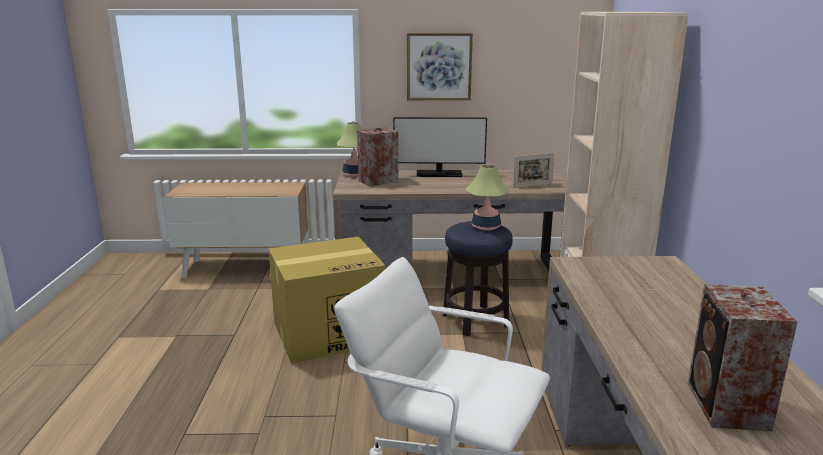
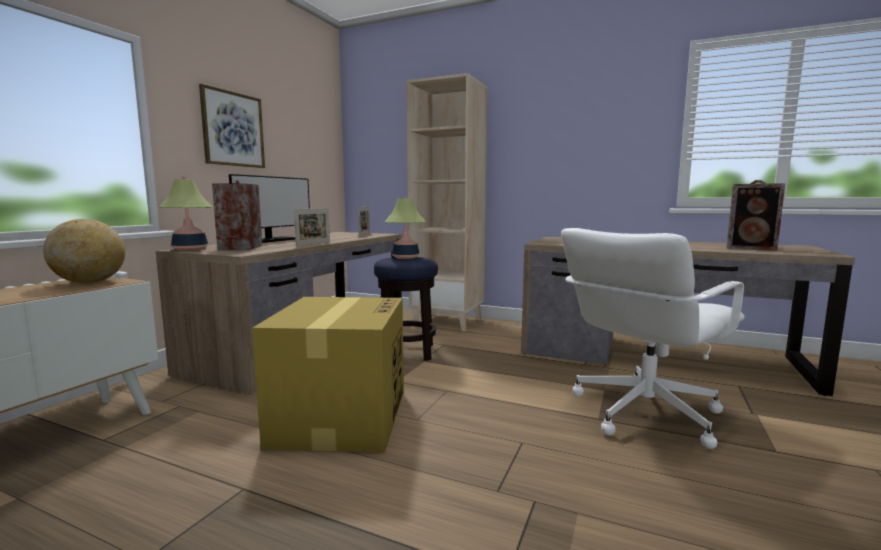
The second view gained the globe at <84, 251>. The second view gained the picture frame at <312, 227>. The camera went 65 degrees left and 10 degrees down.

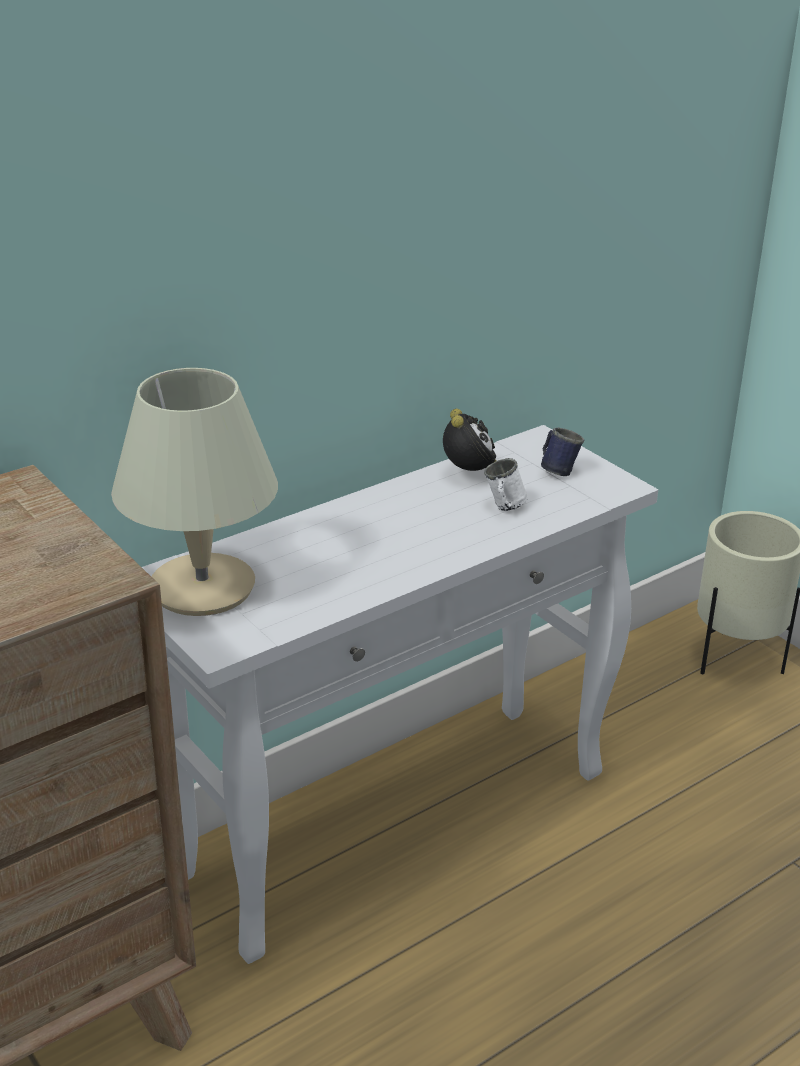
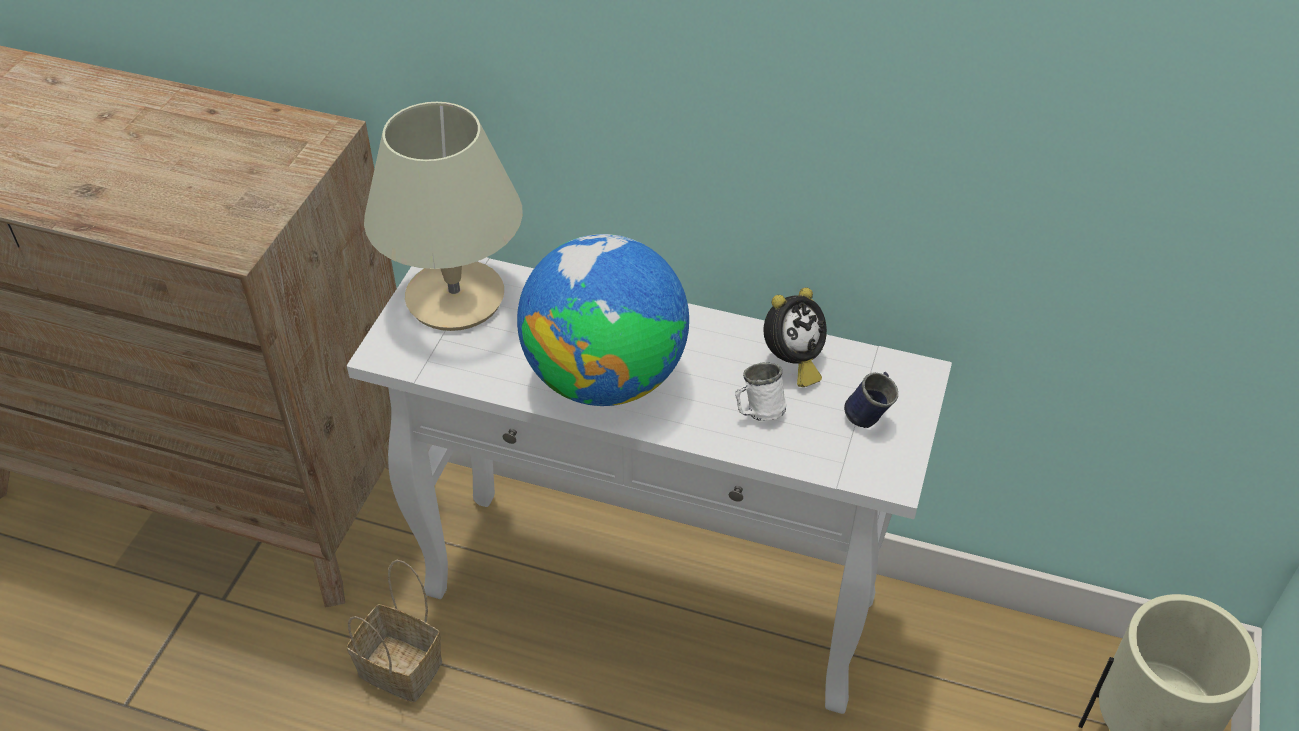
The second view gained the basket at <394, 631>. The second view gained the globe at <603, 320>. The camera went 55 degrees right and 15 degrees up.

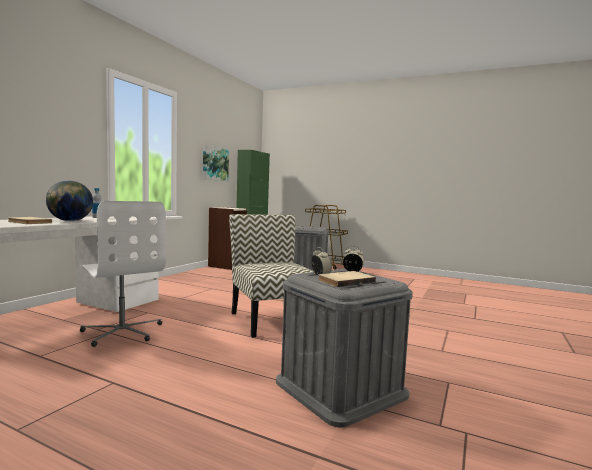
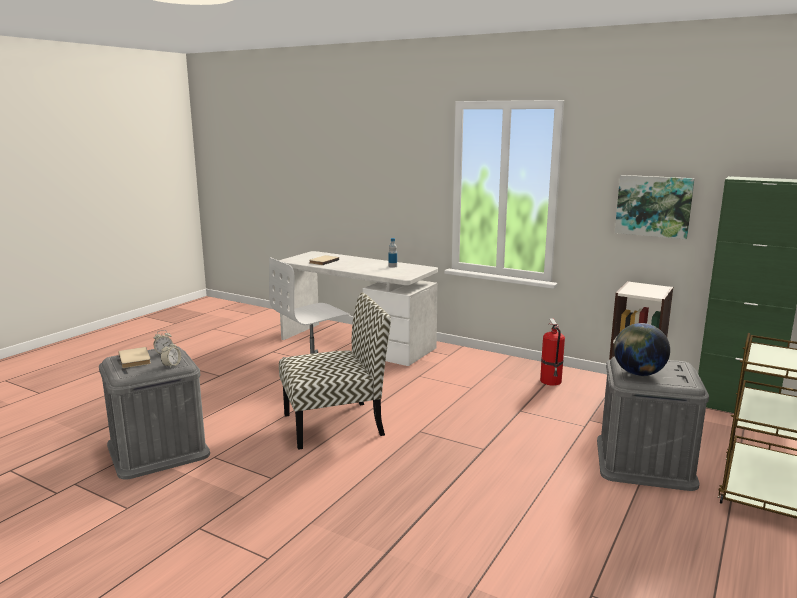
The second view gained the fire extinguisher at <552, 352>. The globe ended up elsewhere, having gone from <69, 201> to <642, 349>. The camera went 95 degrees right and 10 degrees up.

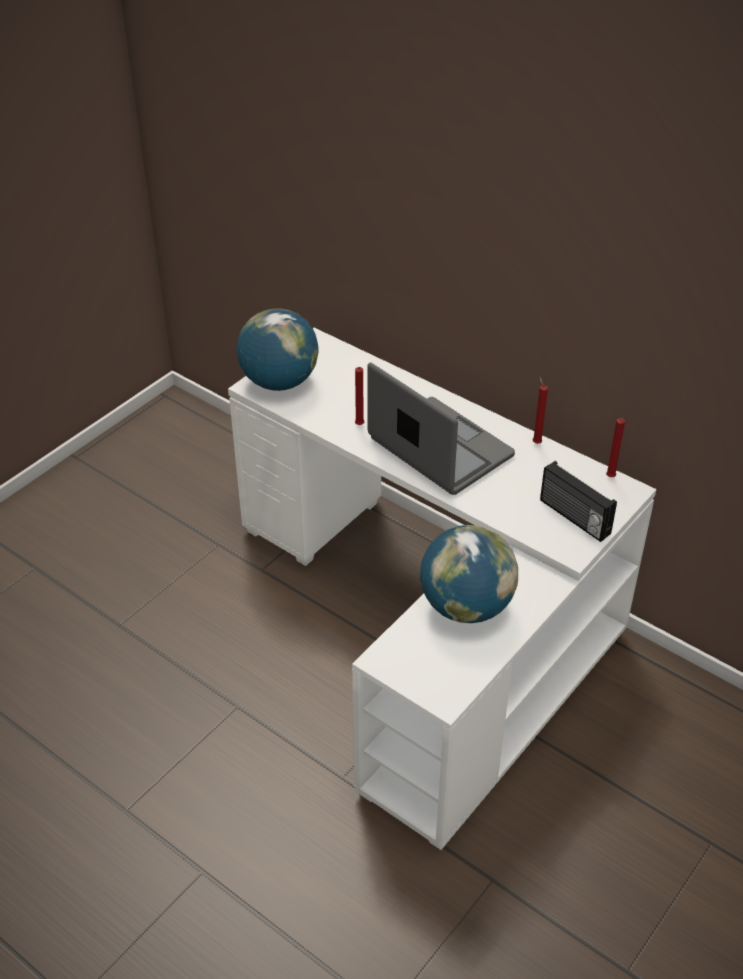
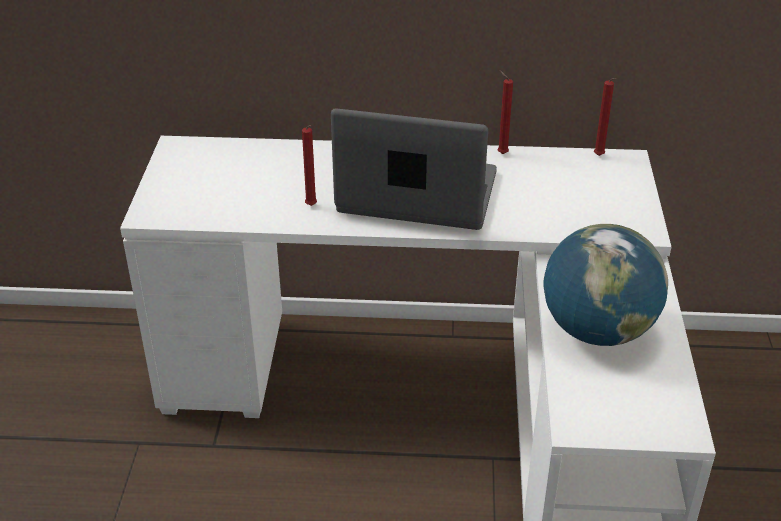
The second view lost the globe at <278, 349>. The second view lost the radio at <578, 501>. The camera went 35 degrees left and 5 degrees down.

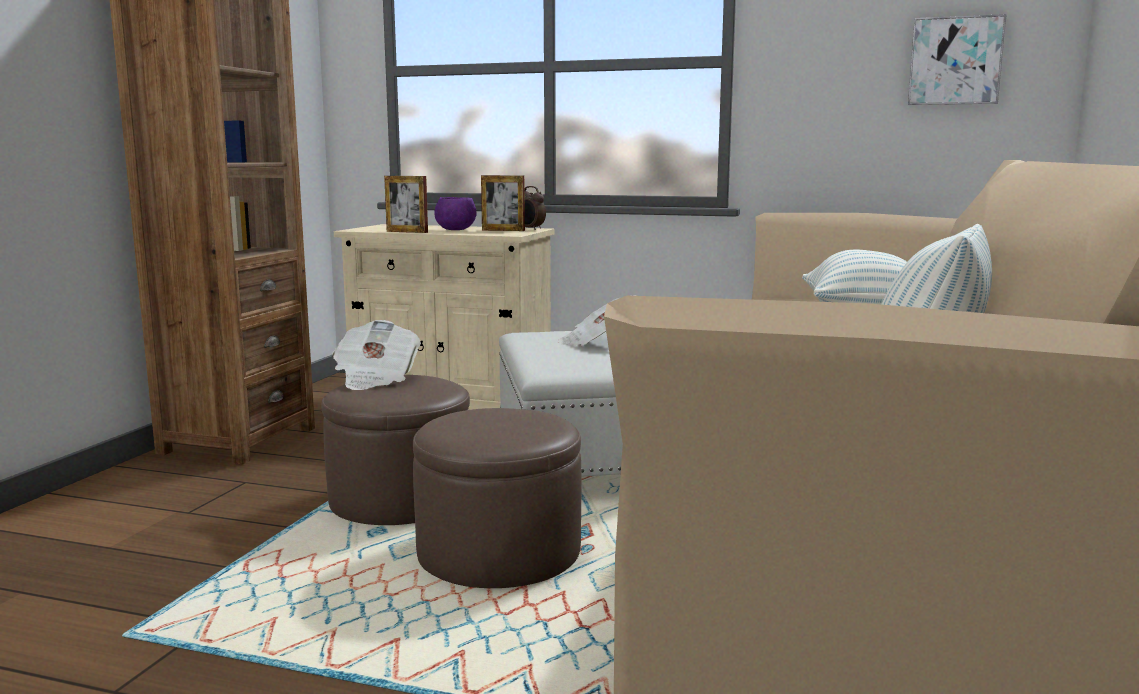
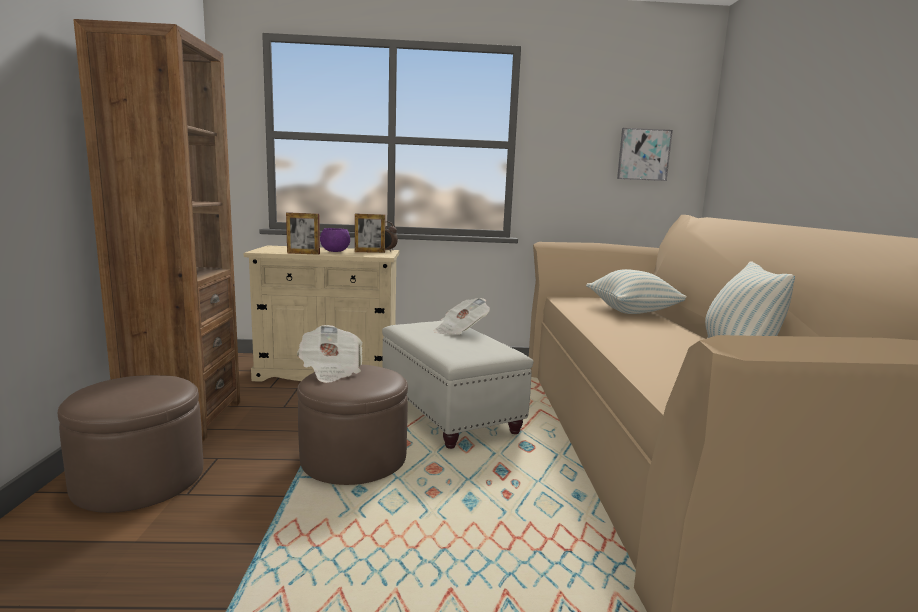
The brown ottoman ended up elsewhere, having gone from <497, 498> to <130, 444>. The camera went 20 degrees left and 0 degrees up.

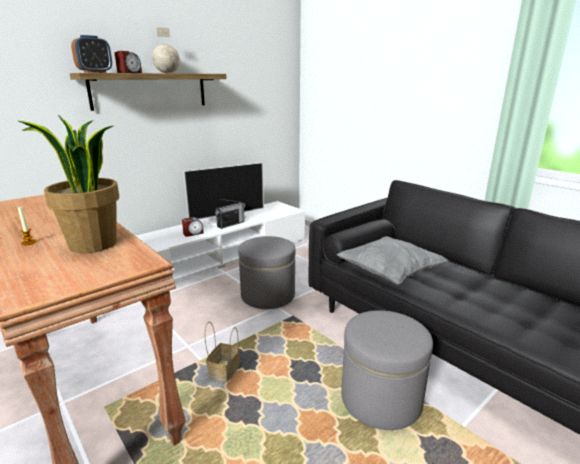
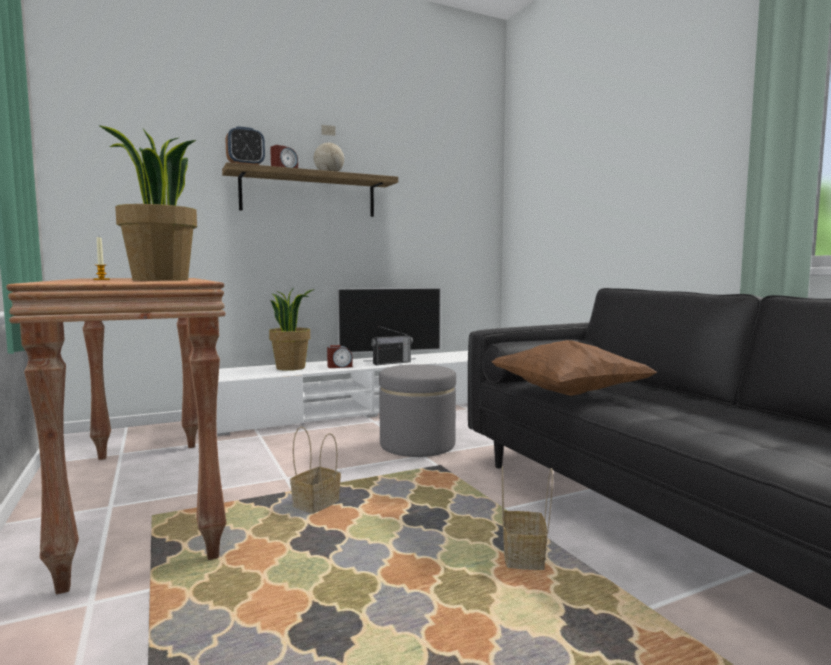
The second view gained the potted plant at <291, 330>. Where the grey ottoman stood at <387, 370>, the basket came to stand at <527, 518>. What was the grey pillow at <392, 260> turned into the brown pillow at <574, 368>. The camera went 15 degrees right and 15 degrees down.

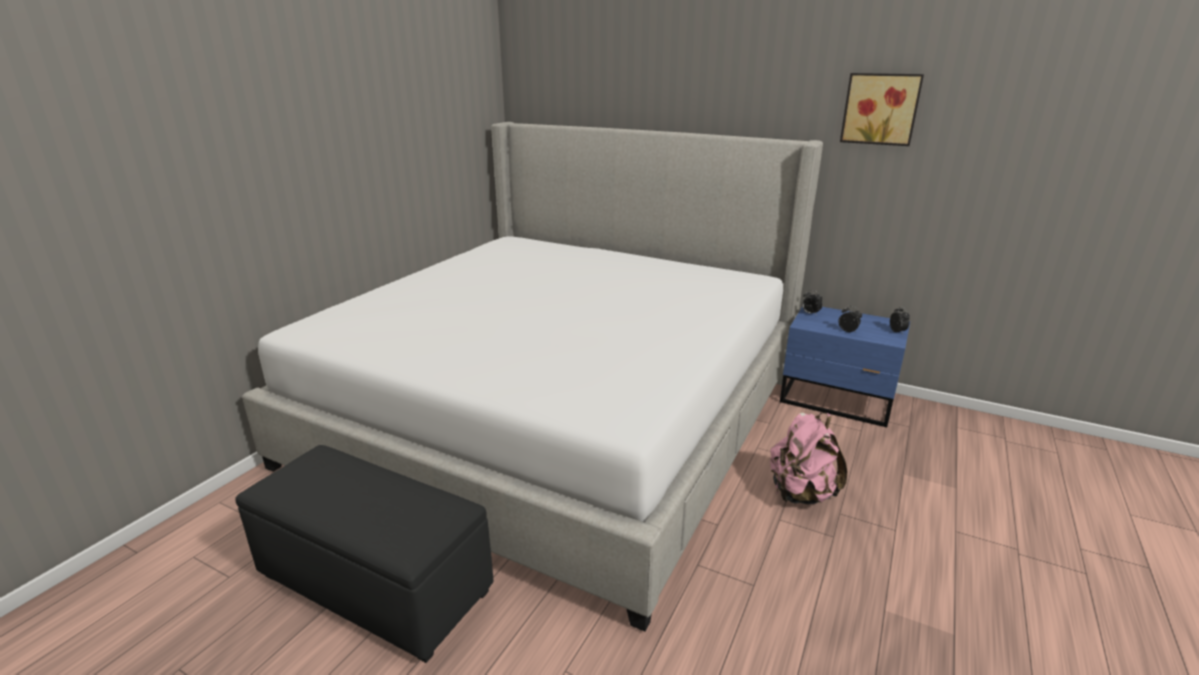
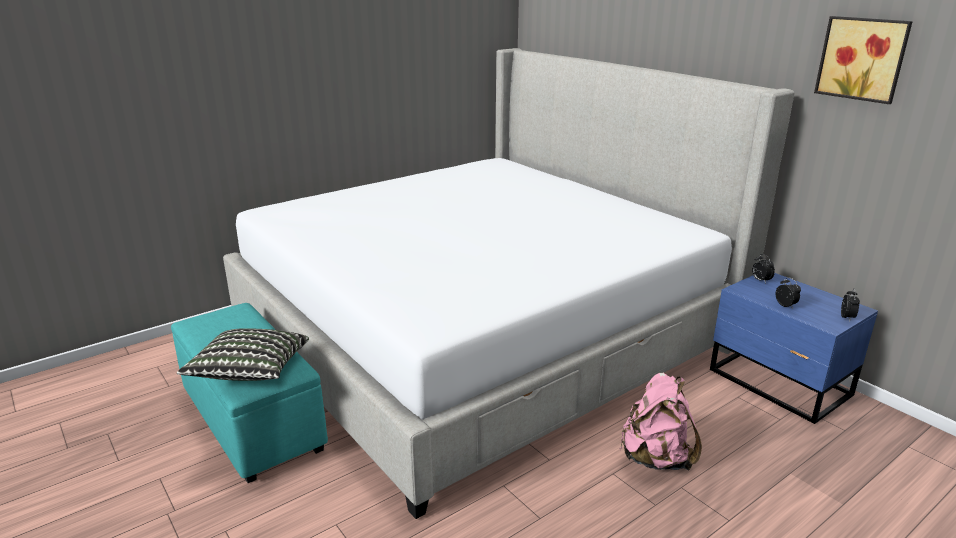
The second view gained the pillow at <243, 354>. What was the black ottoman at <364, 554> turned into the turquoise ottoman at <249, 393>. The camera went 25 degrees right and 0 degrees up.

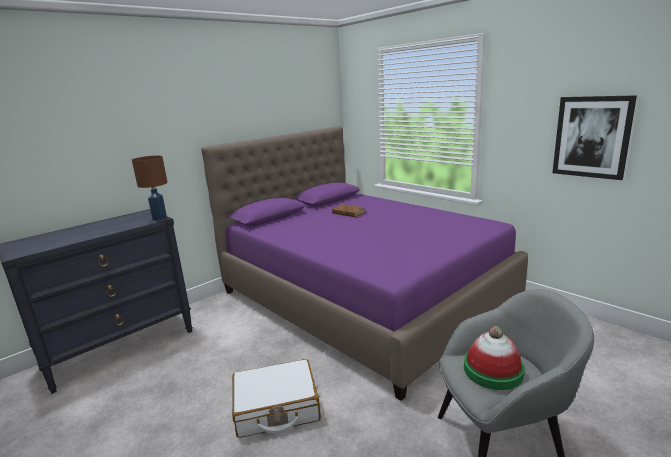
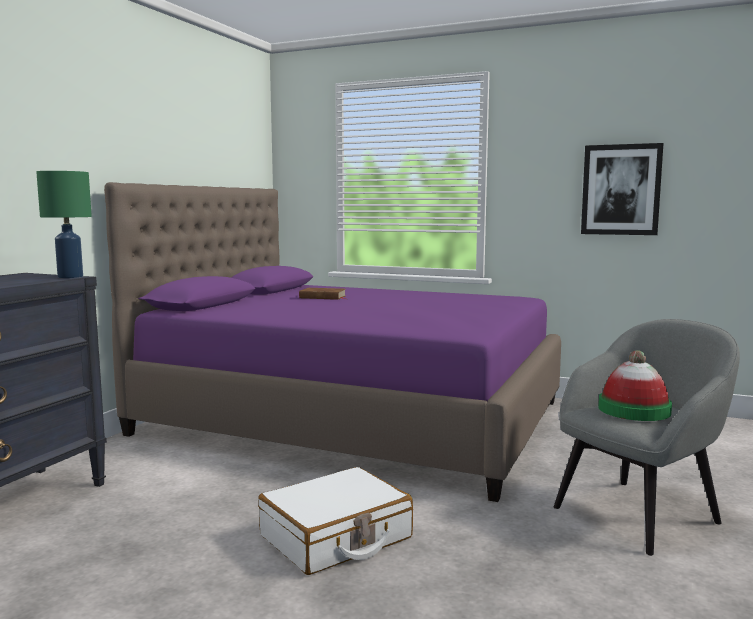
What was the brown table lamp at <150, 188> turned into the green table lamp at <64, 224>. The camera went 25 degrees left and 10 degrees down.

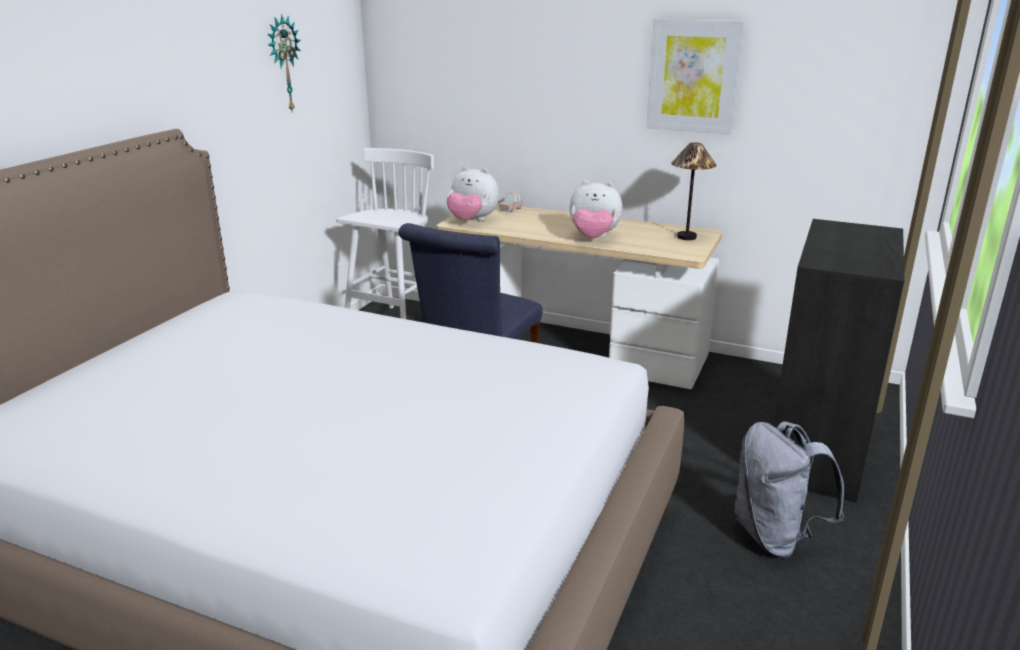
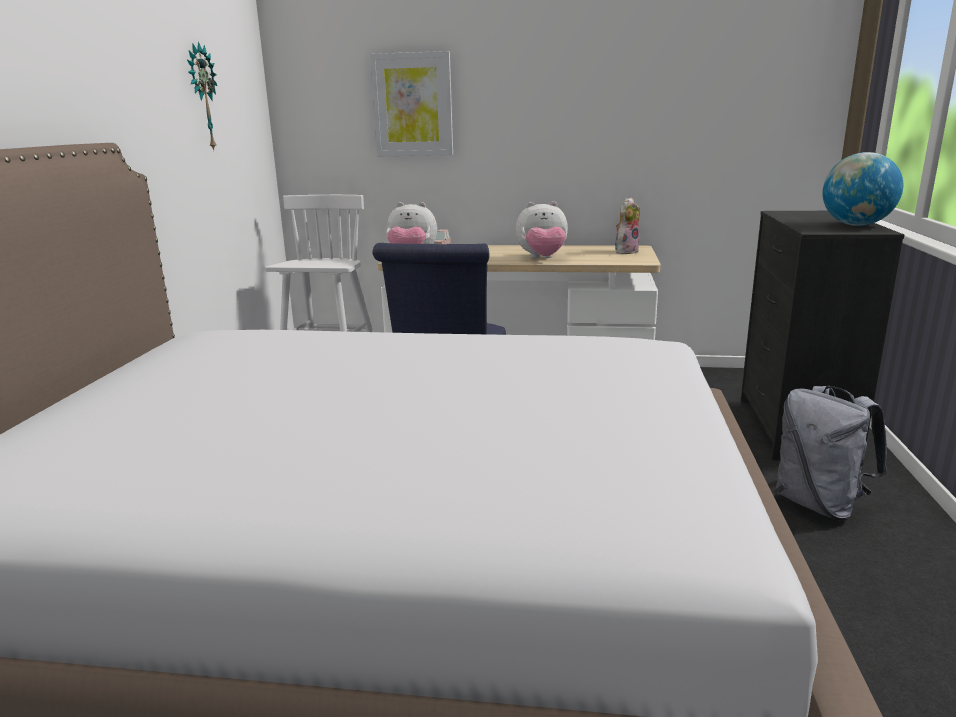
The second view gained the globe at <862, 189>. The picture ended up elsewhere, having gone from <695, 77> to <411, 103>. Where the table lamp stood at <694, 191>, the plush toy came to stand at <627, 226>. The camera went 15 degrees left and 5 degrees down.

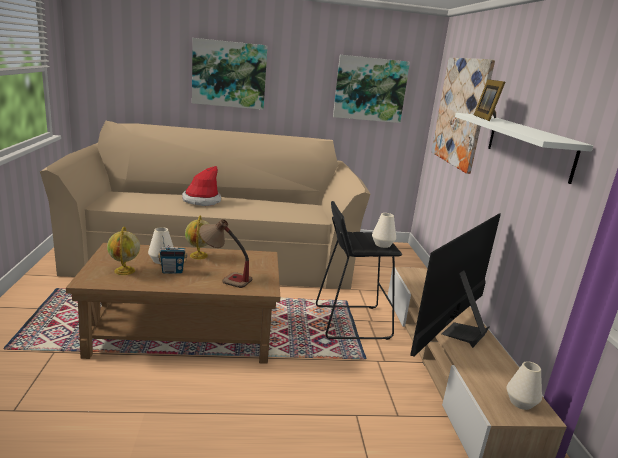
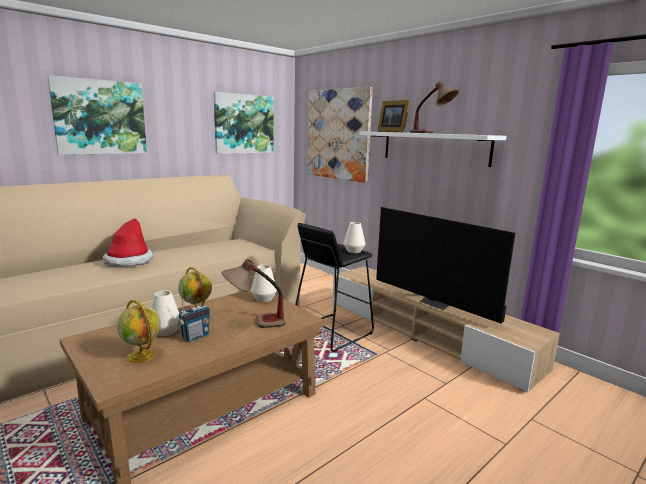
The second view gained the table lamp at <434, 107>. The white vase ended up elsewhere, having gone from <524, 385> to <264, 283>. The television at <455, 285> ended up facing another way, 45 degrees counterclockwise from before. The camera went 35 degrees left and 5 degrees down.

